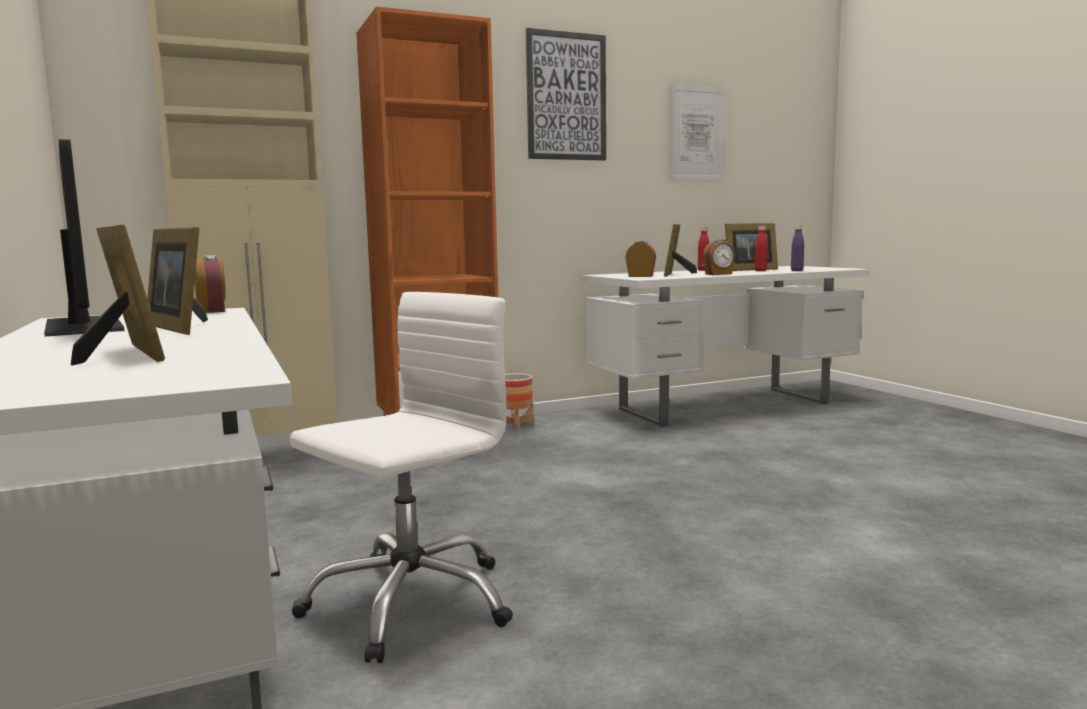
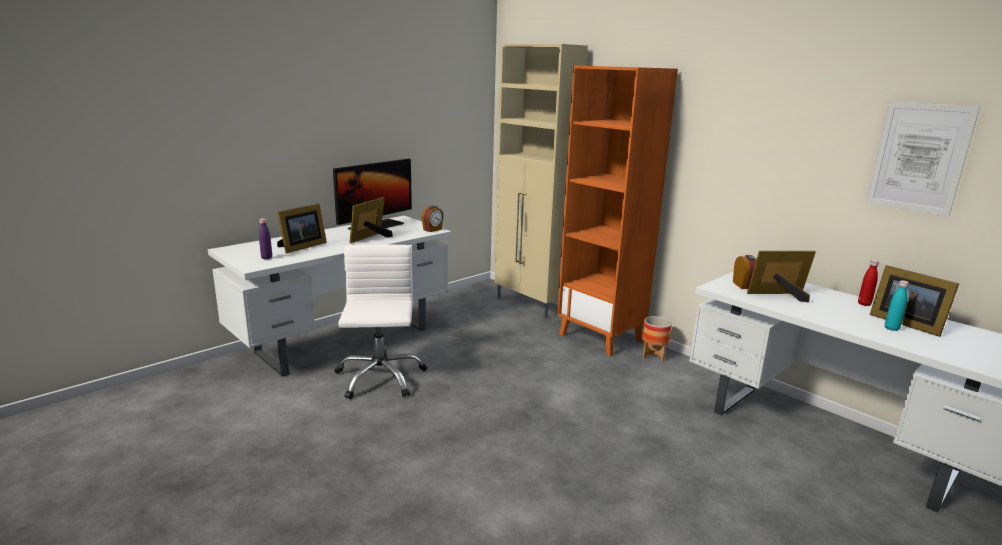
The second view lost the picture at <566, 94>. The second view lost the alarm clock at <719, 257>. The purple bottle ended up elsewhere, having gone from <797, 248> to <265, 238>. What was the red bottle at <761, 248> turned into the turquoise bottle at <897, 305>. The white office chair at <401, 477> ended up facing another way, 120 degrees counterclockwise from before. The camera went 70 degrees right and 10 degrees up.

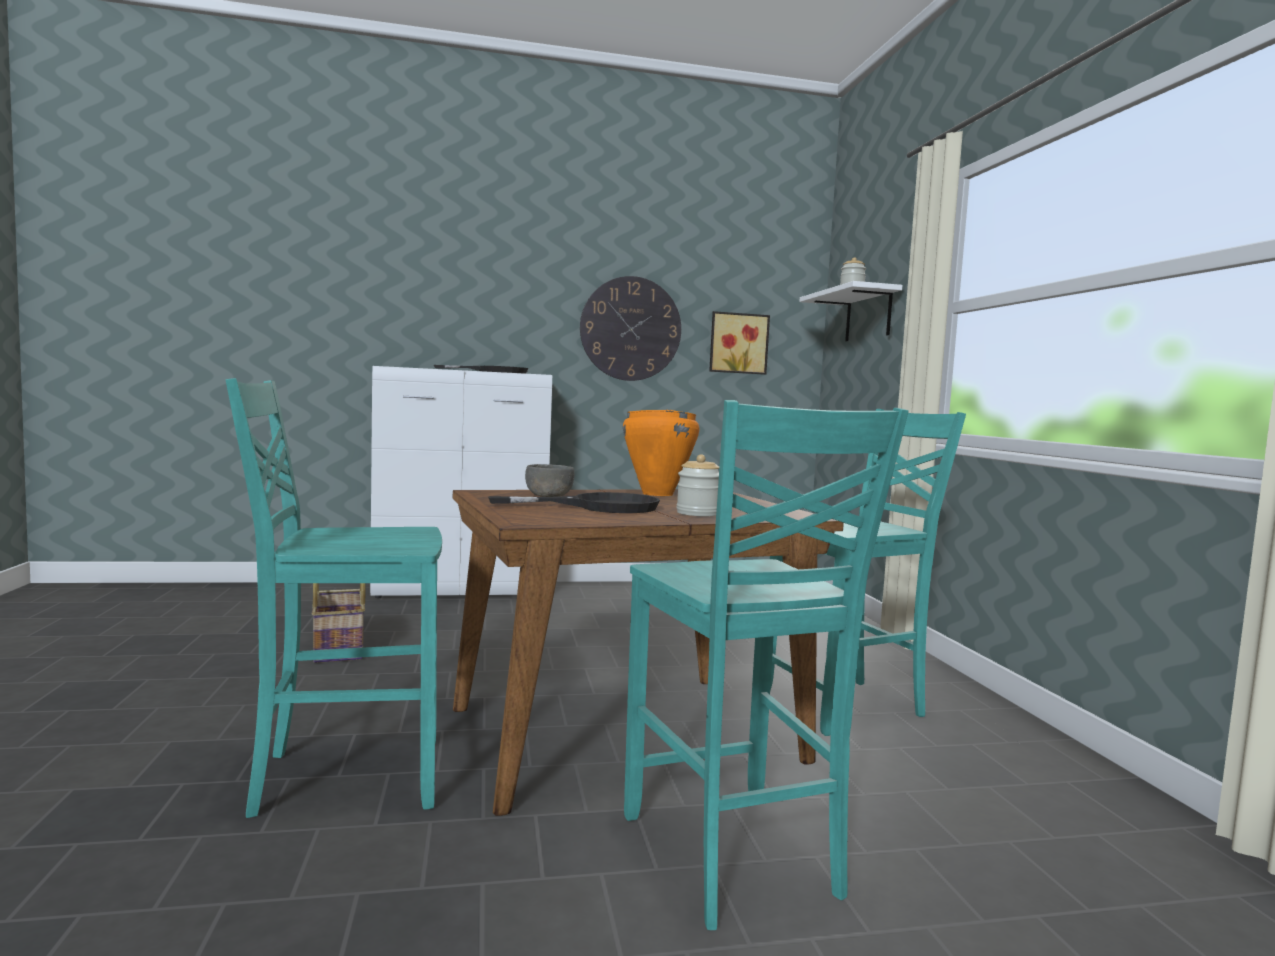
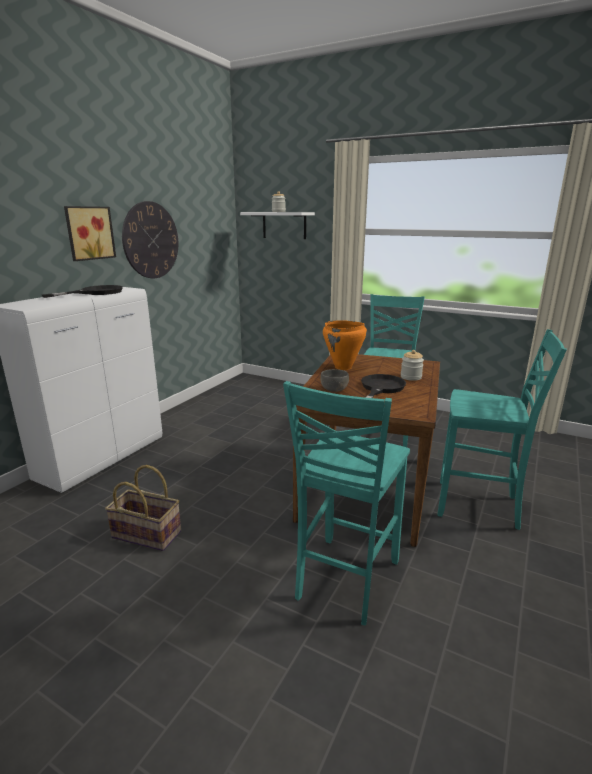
The picture ended up elsewhere, having gone from <739, 343> to <90, 233>. The camera went 50 degrees left and 15 degrees up.

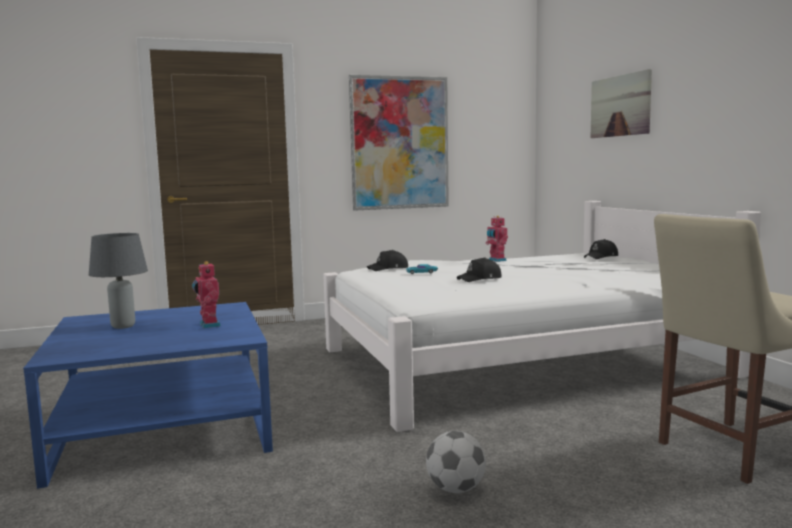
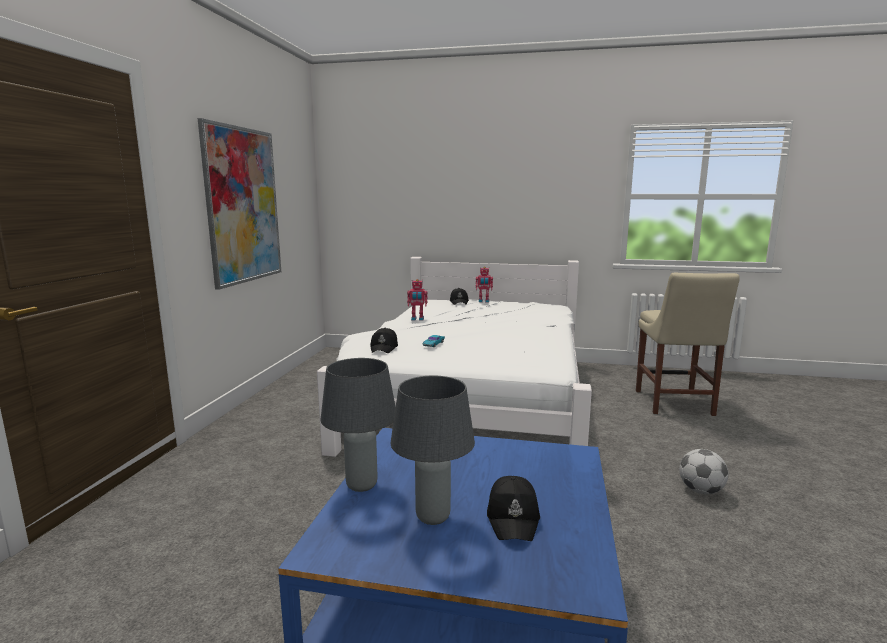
The second view lost the picture at <621, 103>. The second view gained the grey table lamp at <358, 425>. The toy robot ended up elsewhere, having gone from <206, 294> to <484, 284>. The black cap ended up elsewhere, having gone from <479, 269> to <513, 508>. The camera went 60 degrees left and 5 degrees up.

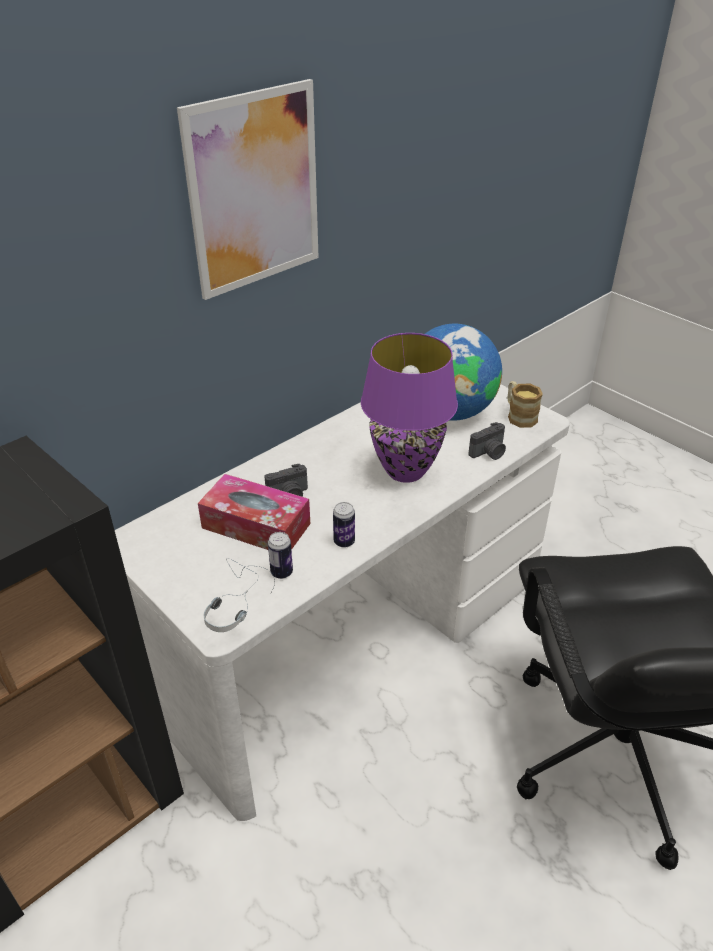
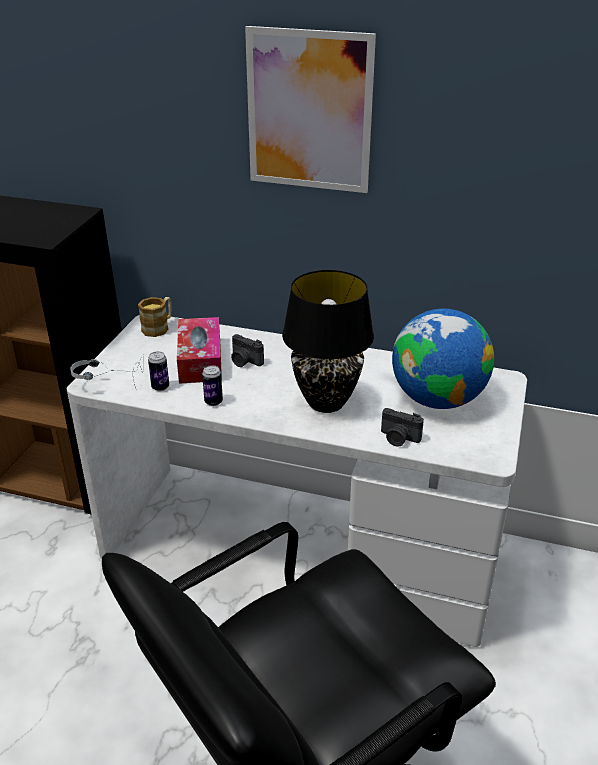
The mug ended up elsewhere, having gone from <525, 404> to <155, 317>. What was the purple table lamp at <409, 408> turned into the black table lamp at <328, 341>. The camera went 60 degrees right and 5 degrees down.

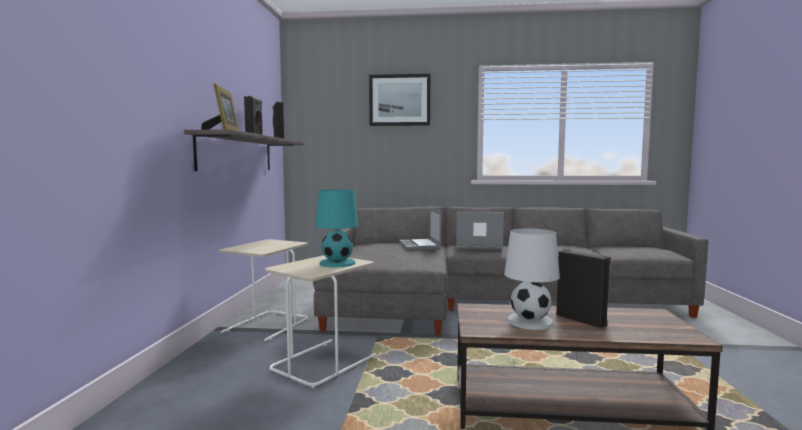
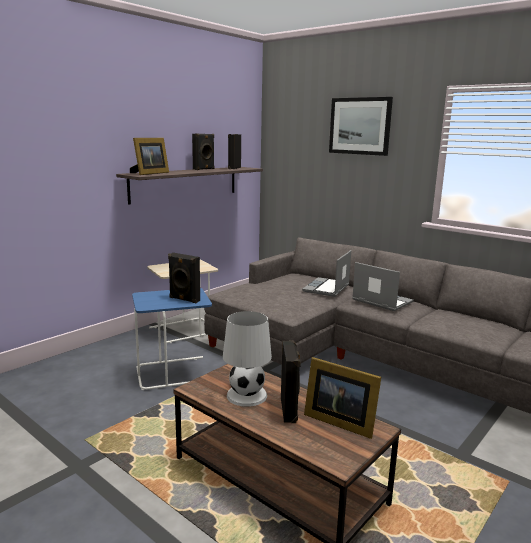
The second view gained the picture frame at <342, 398>. Where the turquoise table lamp stood at <337, 228>, the black speaker came to stand at <184, 278>. What was the beige side table at <320, 321> turned into the blue side table at <172, 339>. The camera went 35 degrees right and 10 degrees up.

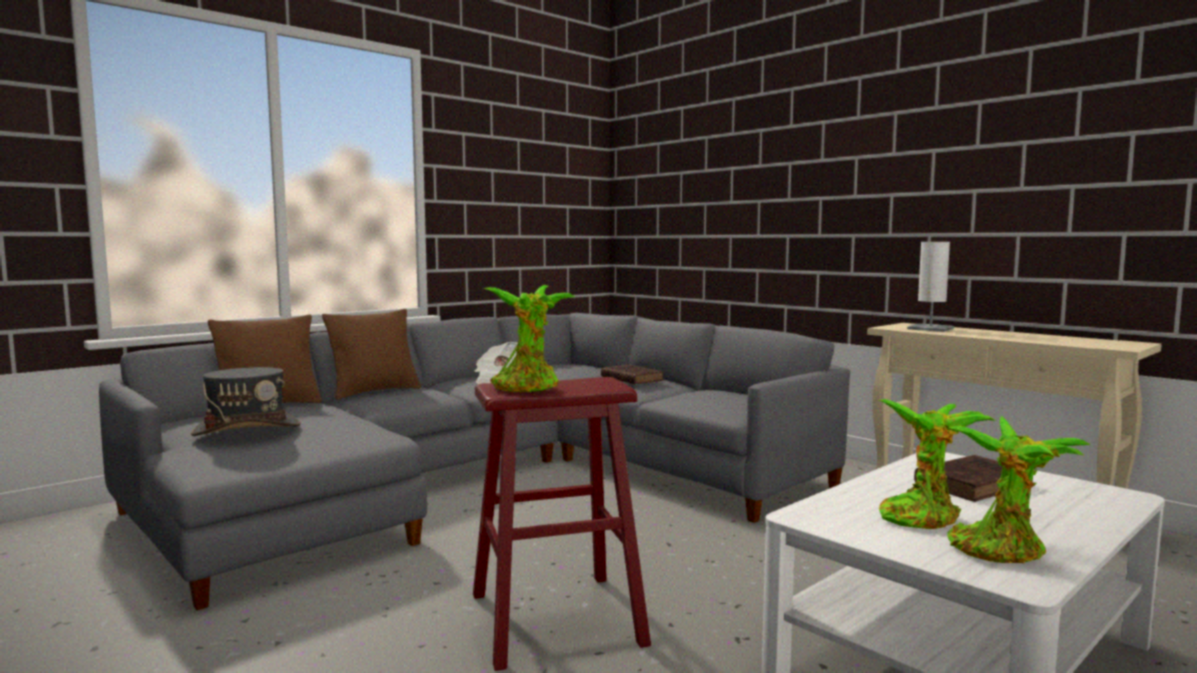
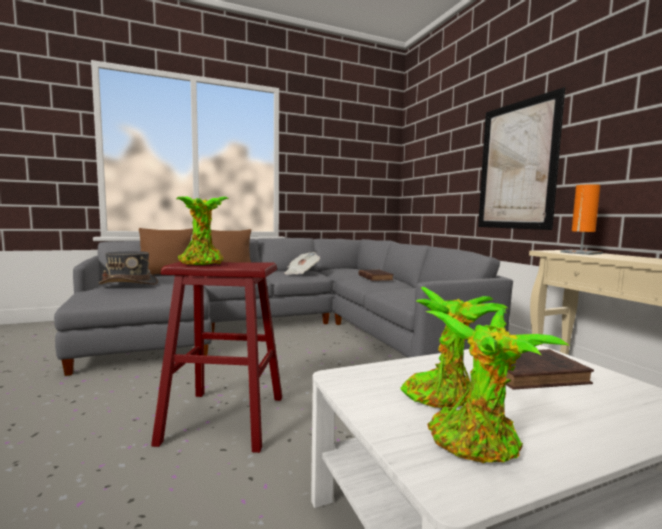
The second view gained the picture at <522, 158>. What was the white table lamp at <930, 287> turned into the orange table lamp at <581, 219>. The camera went 20 degrees right and 0 degrees up.

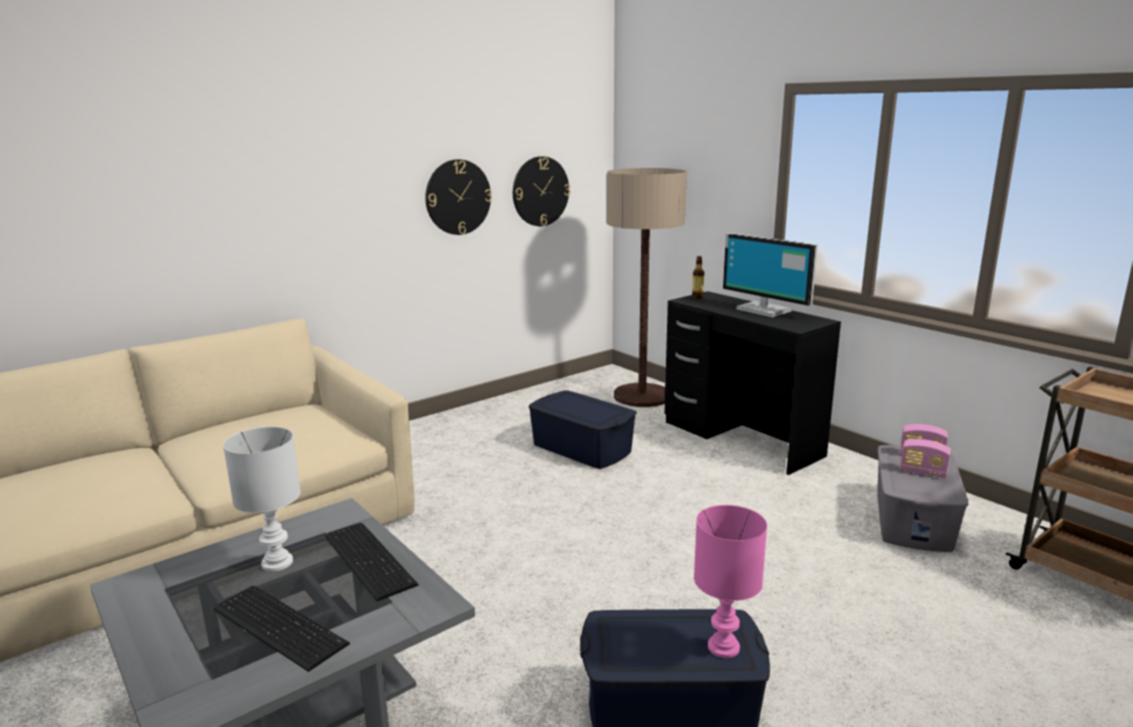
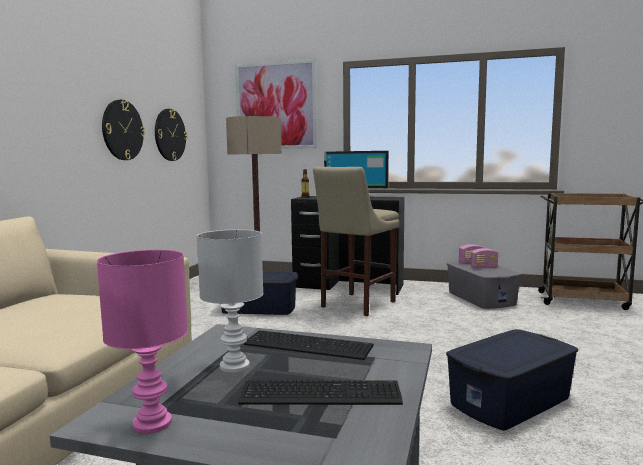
The second view gained the picture at <276, 104>. The second view gained the beige stool at <356, 241>. The pink table lamp ended up elsewhere, having gone from <730, 581> to <142, 341>. The camera went 35 degrees left and 10 degrees down.

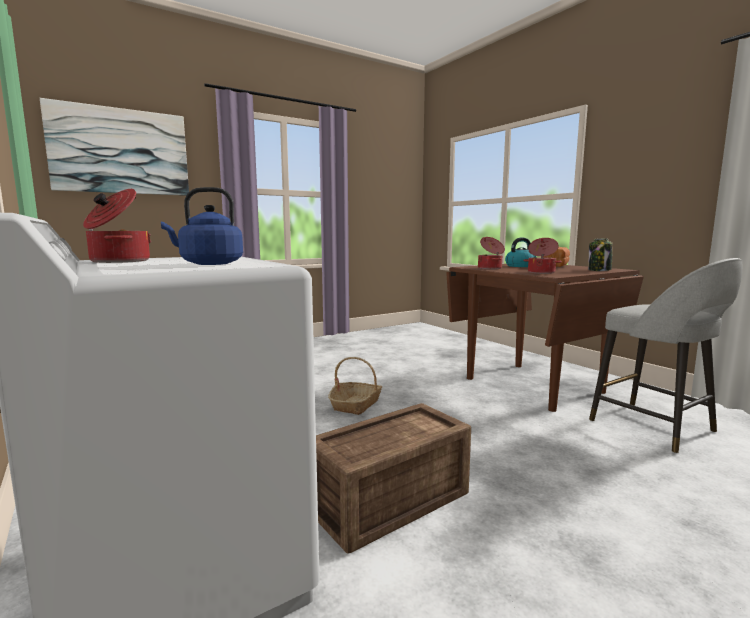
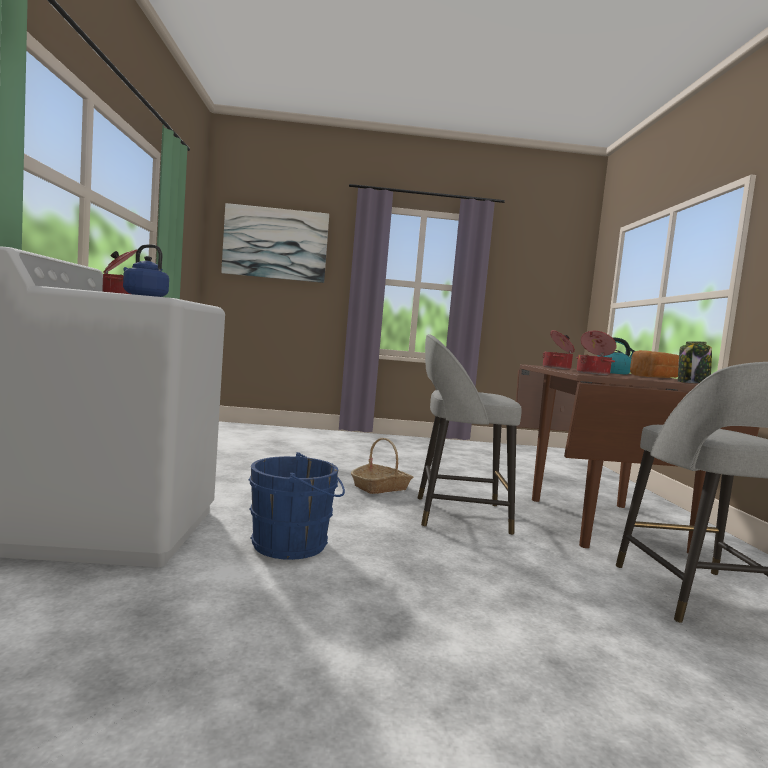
The second view gained the grey stool at <470, 434>. Where the crate stood at <393, 478>, the blue bucket came to stand at <296, 506>. The camera went 30 degrees right and 5 degrees down.

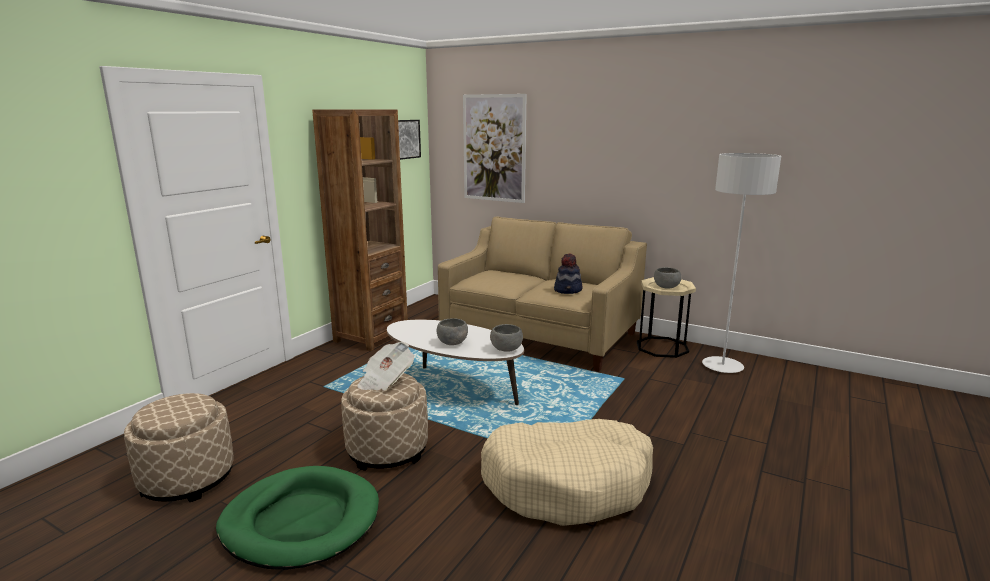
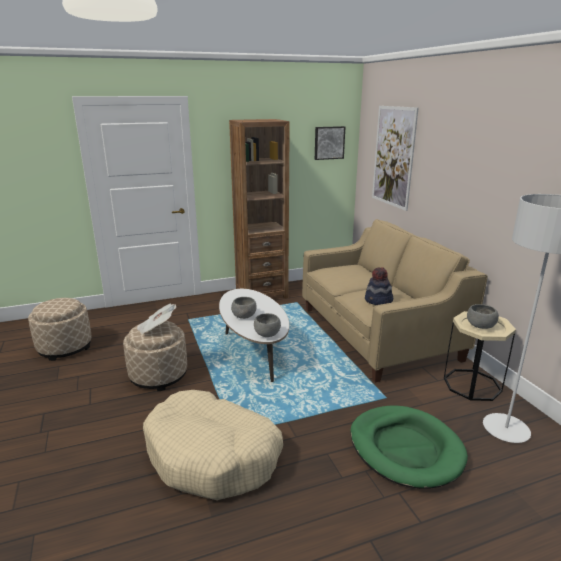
The green dog bed ended up elsewhere, having gone from <297, 518> to <409, 447>. The camera went 40 degrees right and 5 degrees up.

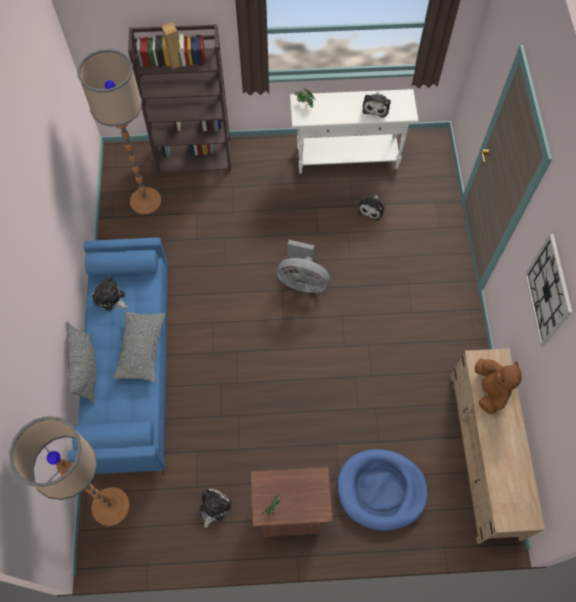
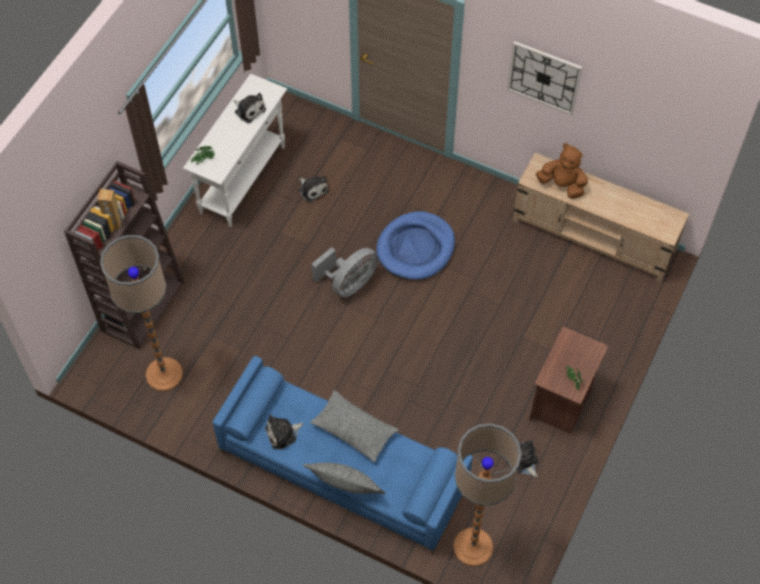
The blue dog bed ended up elsewhere, having gone from <382, 490> to <415, 245>. The camera went 60 degrees left and 5 degrees down.

